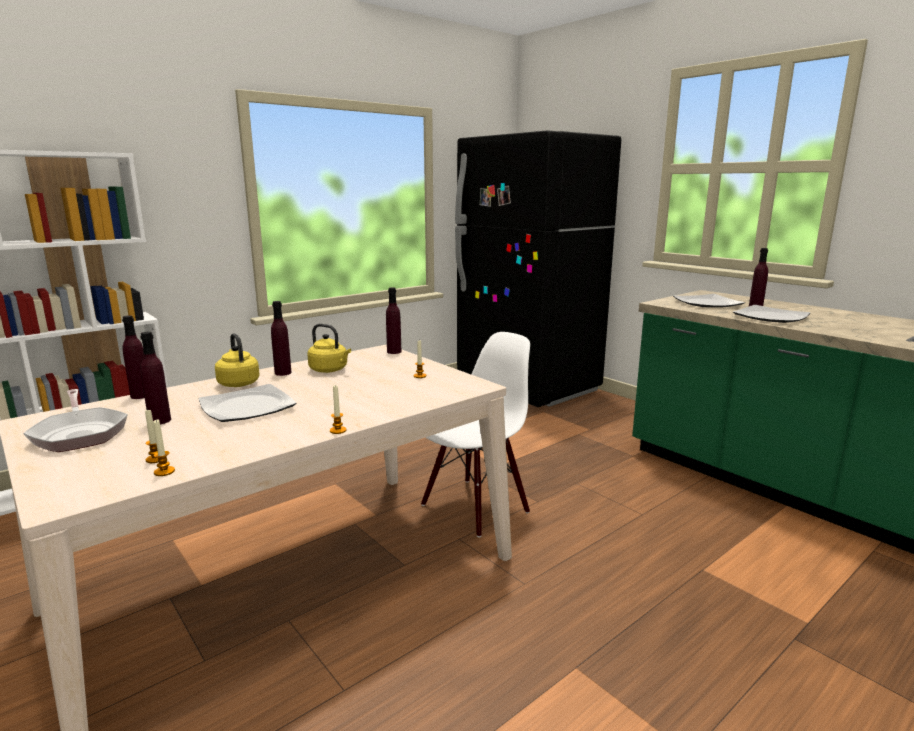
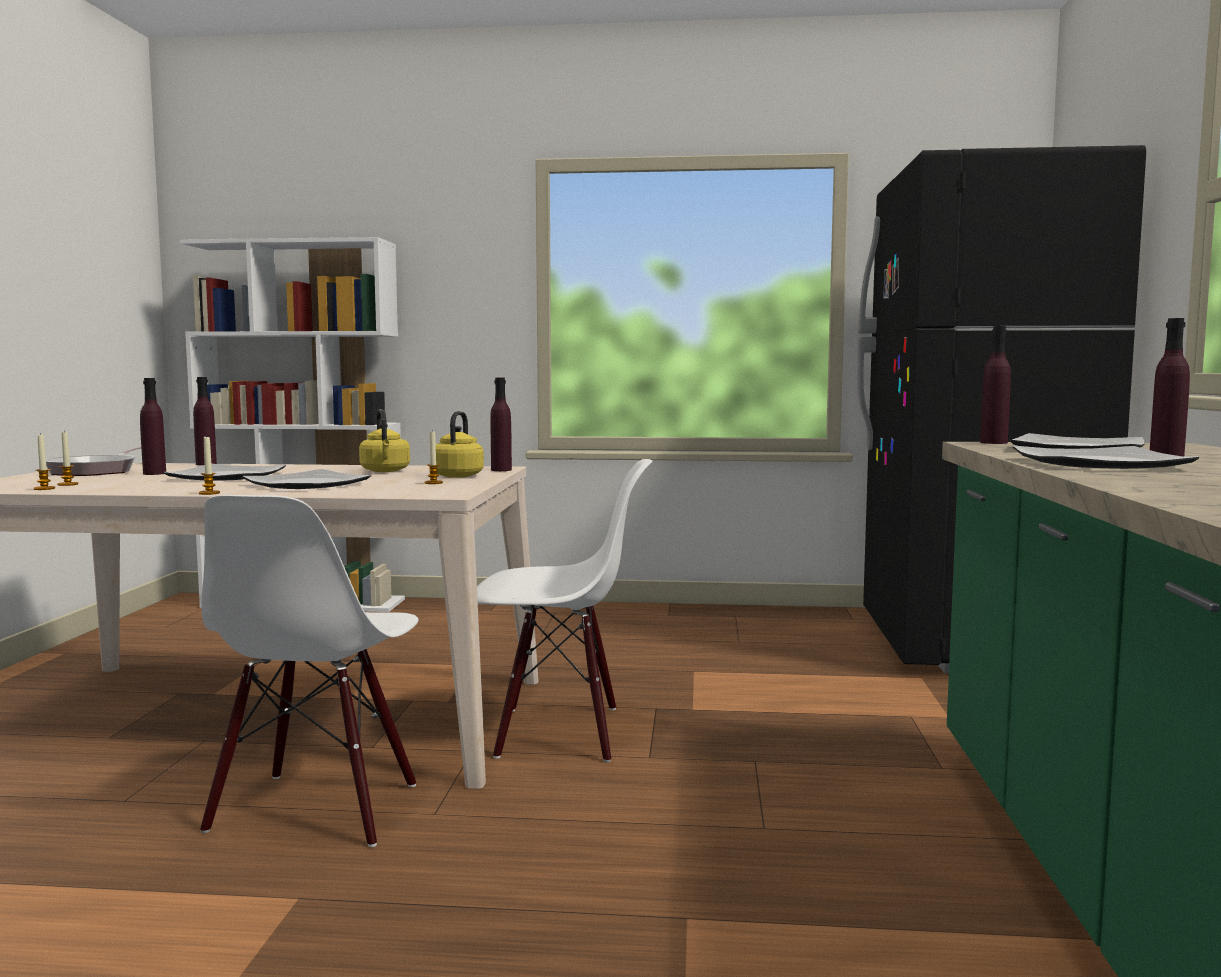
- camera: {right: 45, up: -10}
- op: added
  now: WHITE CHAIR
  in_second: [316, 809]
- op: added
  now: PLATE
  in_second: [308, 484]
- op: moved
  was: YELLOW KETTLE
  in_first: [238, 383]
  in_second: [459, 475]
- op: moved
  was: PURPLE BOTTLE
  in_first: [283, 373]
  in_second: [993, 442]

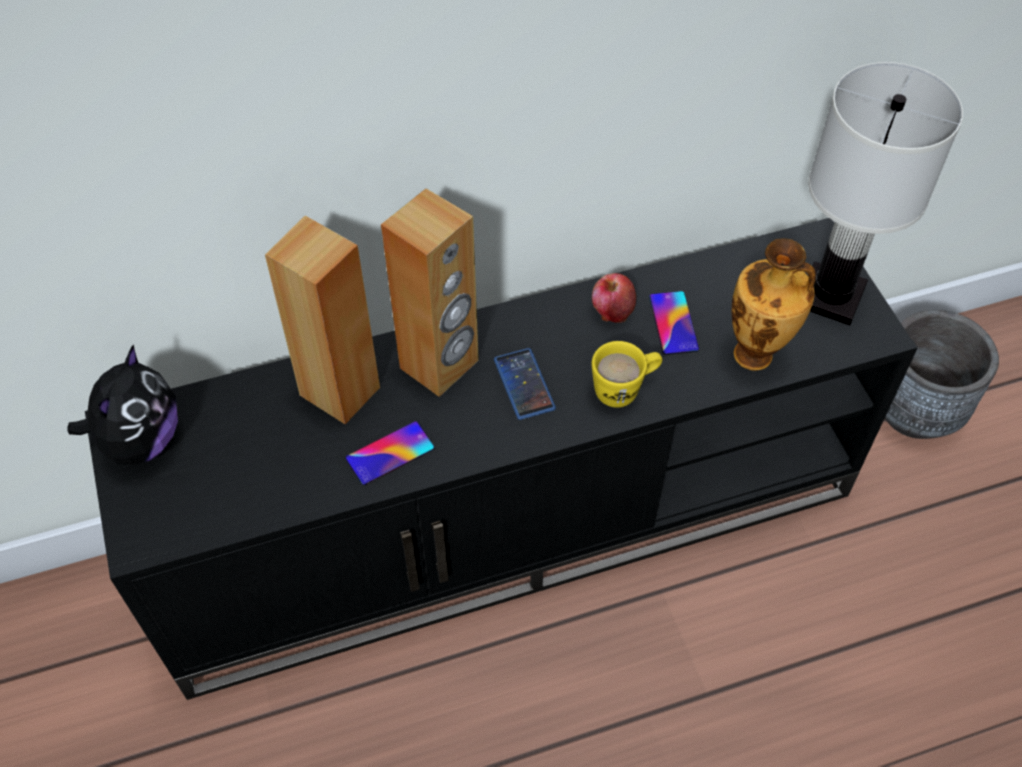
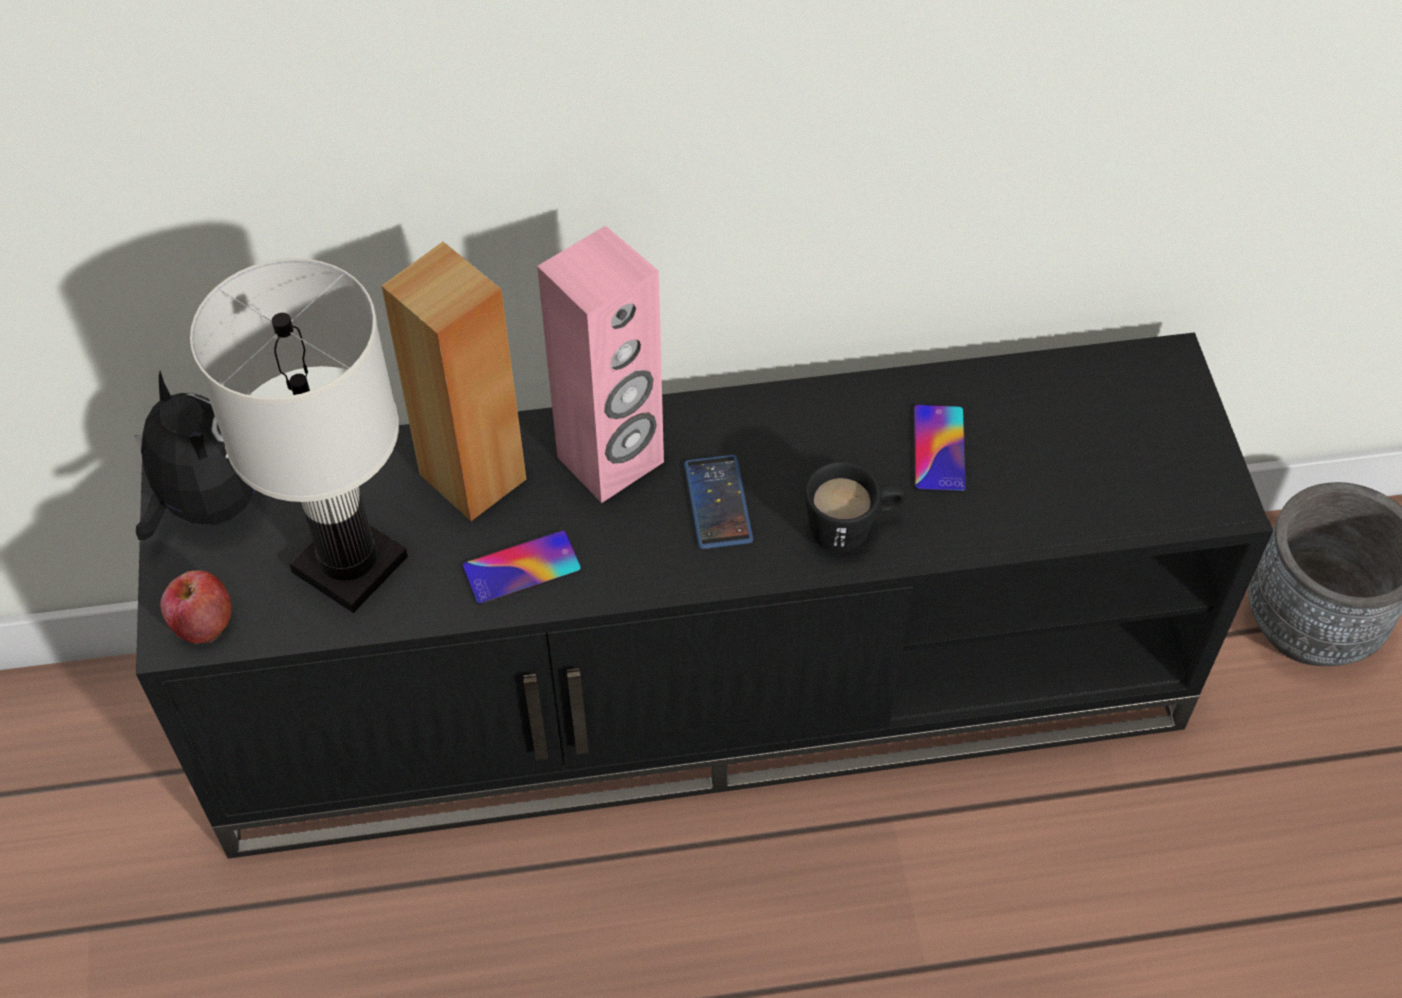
- camera: {right: 10, up: 0}
- op: turned
  was: PLUSH TOY
  in_first: [140, 441]
  in_second: [205, 504]
  clockwise: -60
- op: moved
  was: APPLE
  in_first: [612, 310]
  in_second: [202, 621]
- op: moved
  was: WHITE TABLE LAMP
  in_first: [830, 295]
  in_second: [350, 563]
- op: recoloured
  was: BROWN SPEAKER
  now: PINK SPEAKER
  in_first: [440, 365]
  in_second: [611, 460]
- op: recoloured
  was: YELLOW MUG
  now: BLACK MUG
  in_first: [625, 389]
  in_second: [852, 529]
- op: removed
  was: VASE
  in_first: [756, 356]

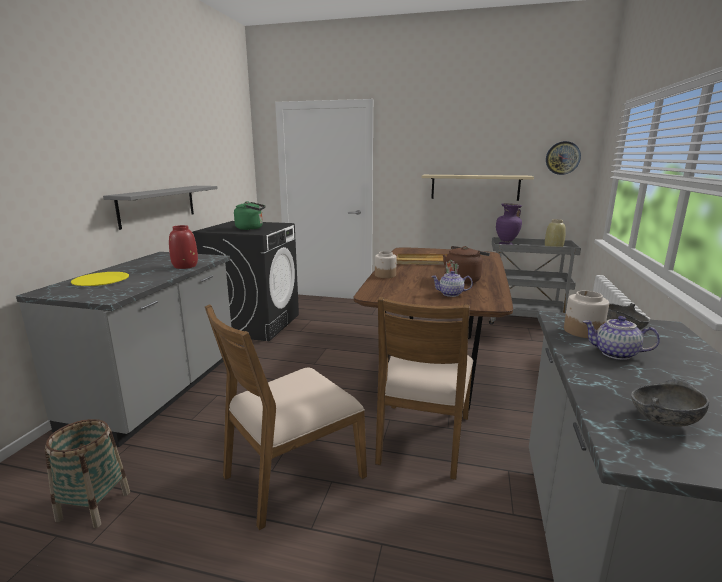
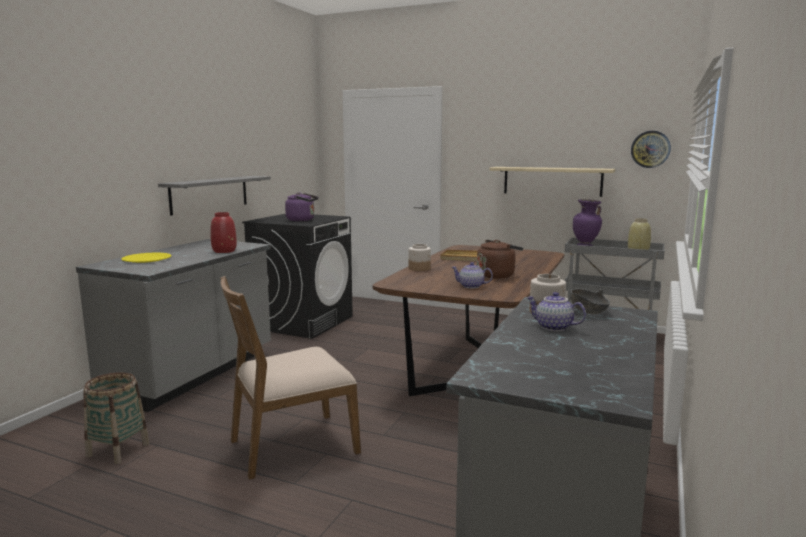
- camera: {right: 10, up: -5}
- op: recoloured
  was: GREEN KETTLE
  now: PURPLE KETTLE
  in_first: [251, 228]
  in_second: [302, 220]
- op: removed
  was: BROWN CHAIR
  in_first: [422, 438]
- op: removed
  was: GREY BOWL
  in_first: [662, 420]

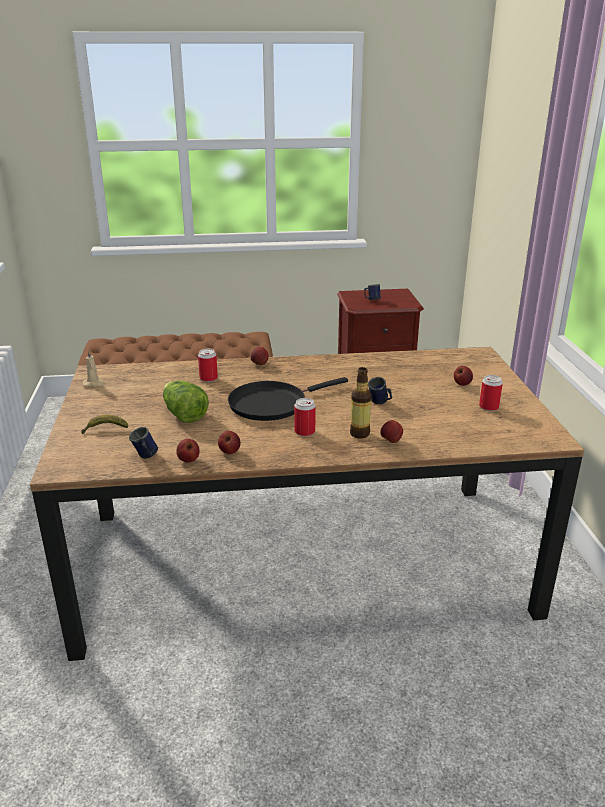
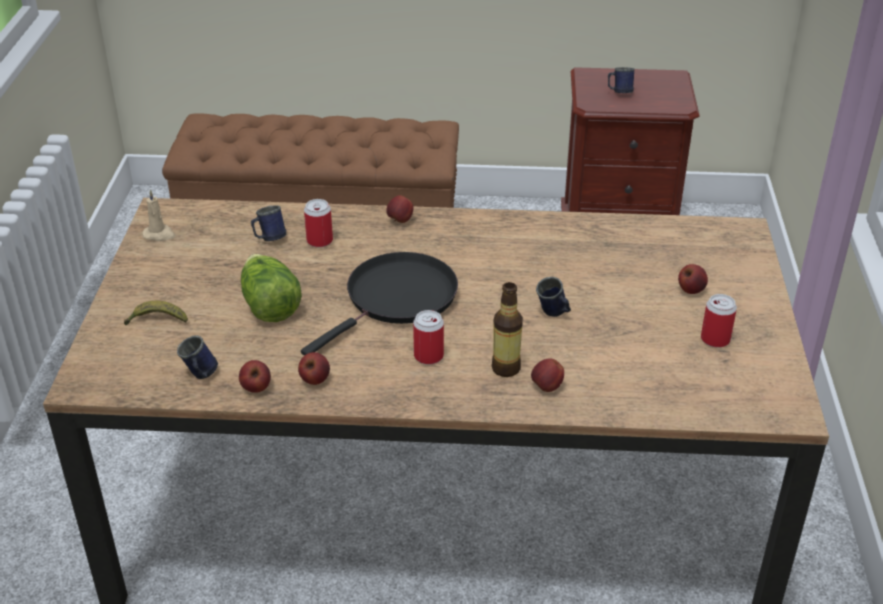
- camera: {right: 10, up: 10}
- op: added
  now: BLUE MUG
  in_second: [269, 239]
- op: turned
  was: BLACK FRYING PAN
  in_first: [272, 404]
  in_second: [397, 299]
  clockwise: 150

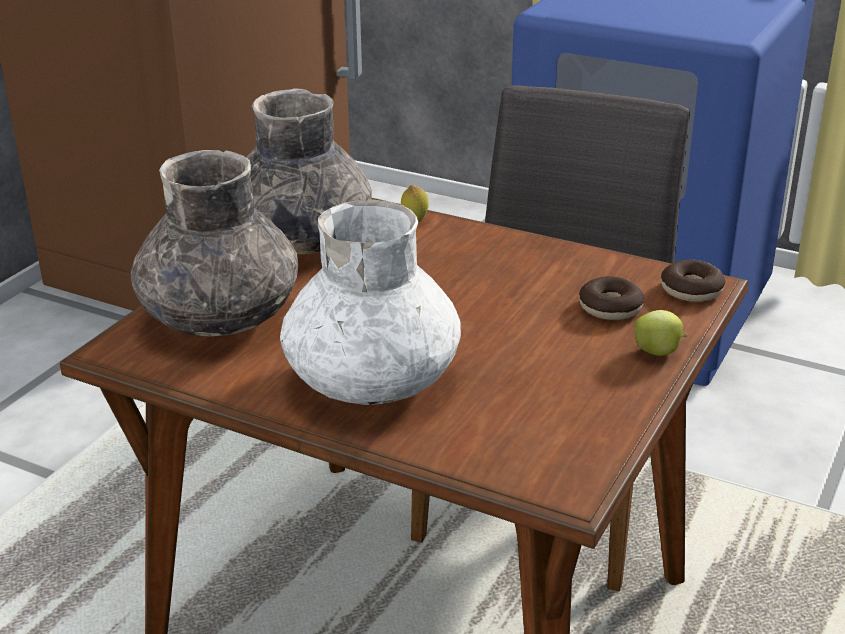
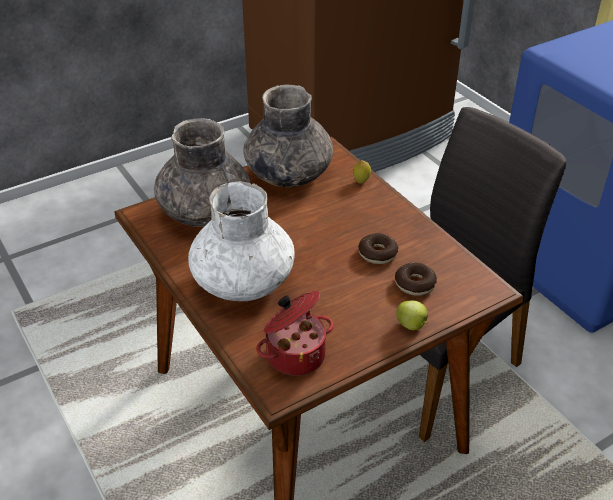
- camera: {right: 30, up: 10}
- op: added
  now: COOKING POT
  in_second: [295, 354]
- op: moved
  was: DONUT
  in_first: [691, 290]
  in_second: [377, 254]

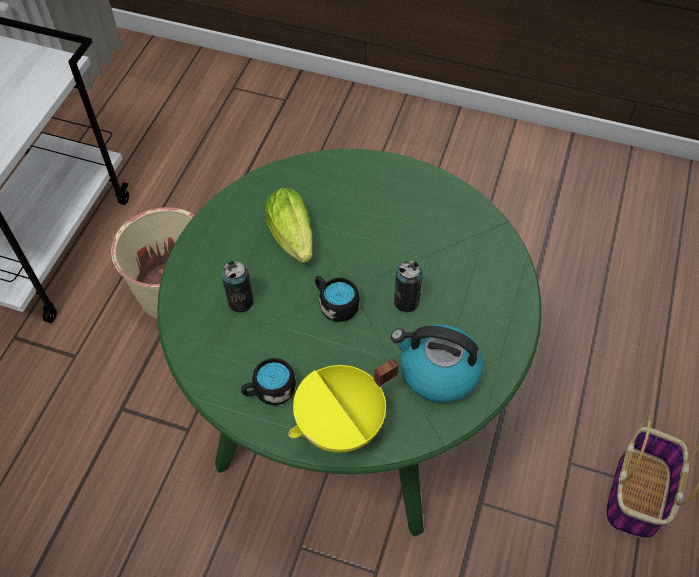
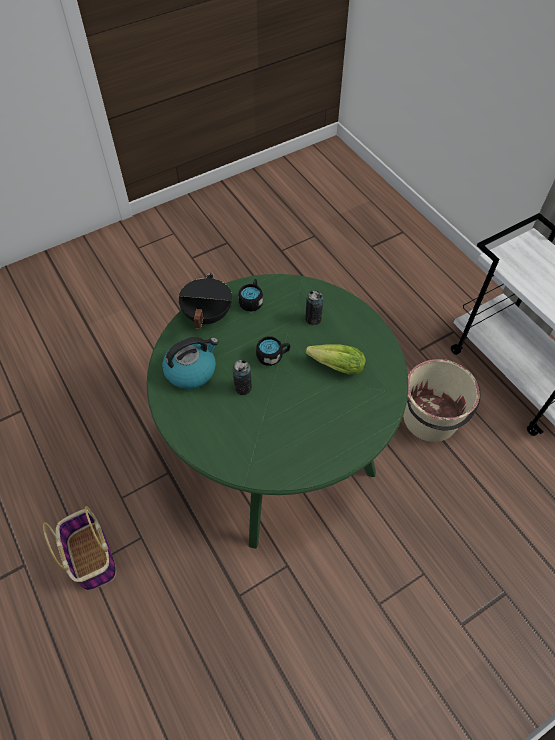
- camera: {right: 130, up: 0}
- op: recoloured
  was: YELLOW COOKING POT
  now: BLACK COOKING POT
  in_first: [341, 426]
  in_second: [206, 315]

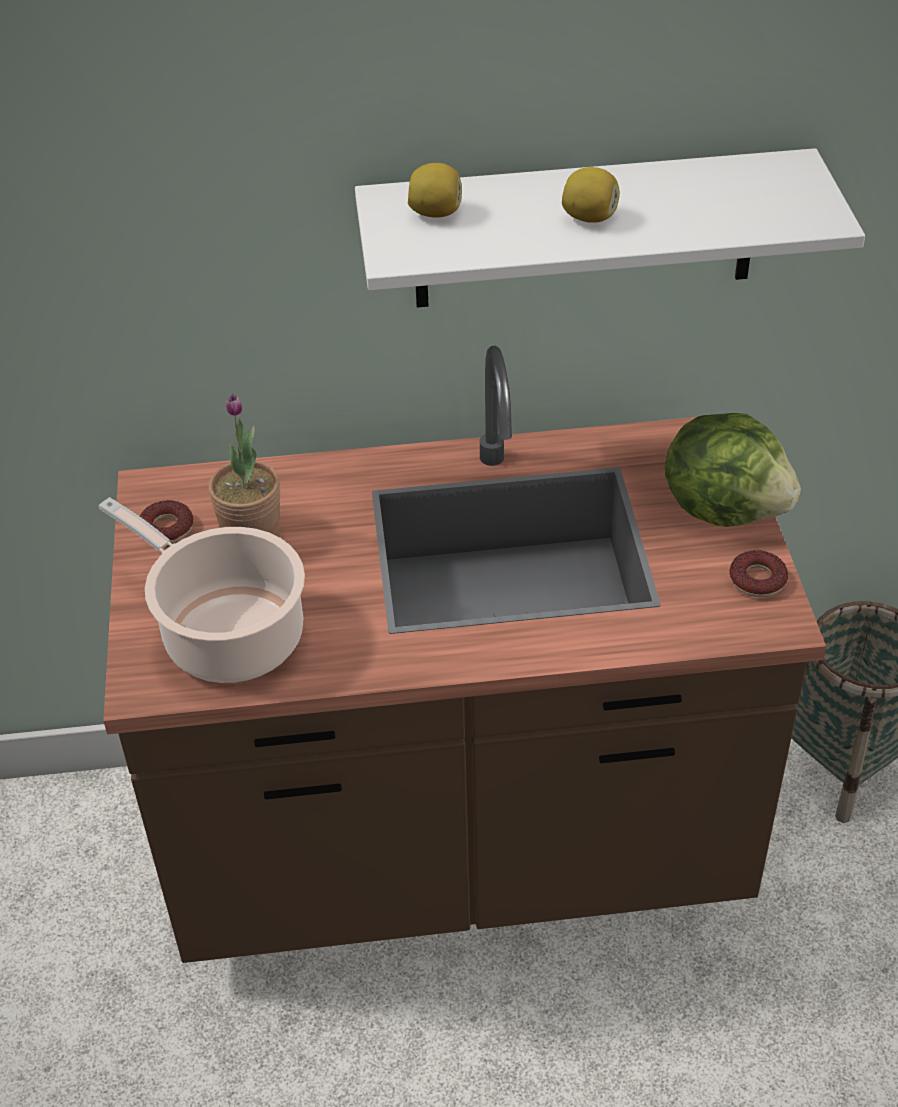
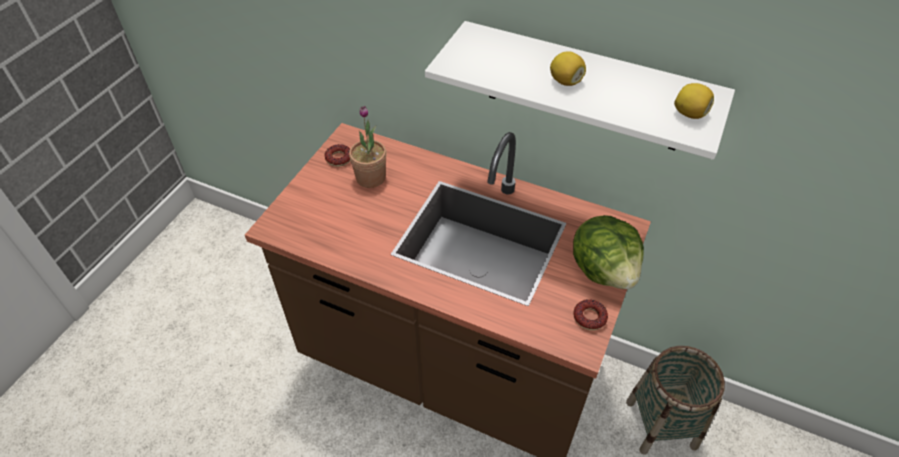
- camera: {right: 30, up: 5}
- op: moved
  was: LEMON
  in_first: [436, 213]
  in_second: [689, 113]
- op: removed
  was: COOKING POT
  in_first: [227, 633]

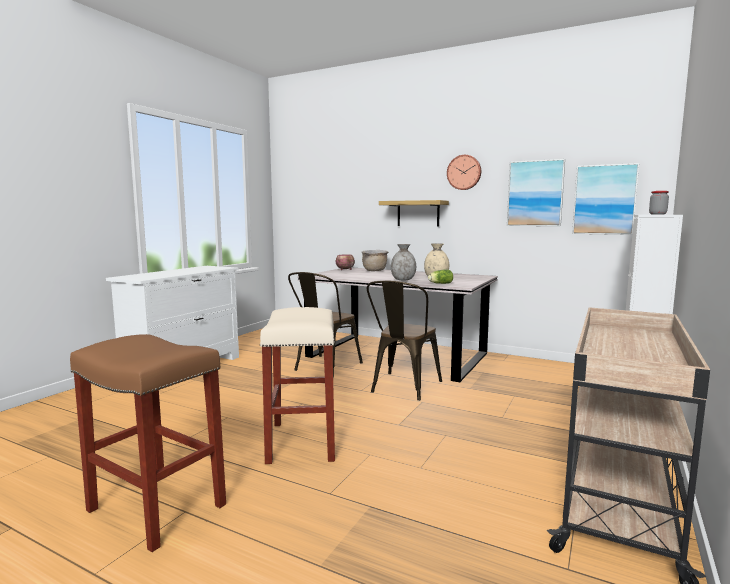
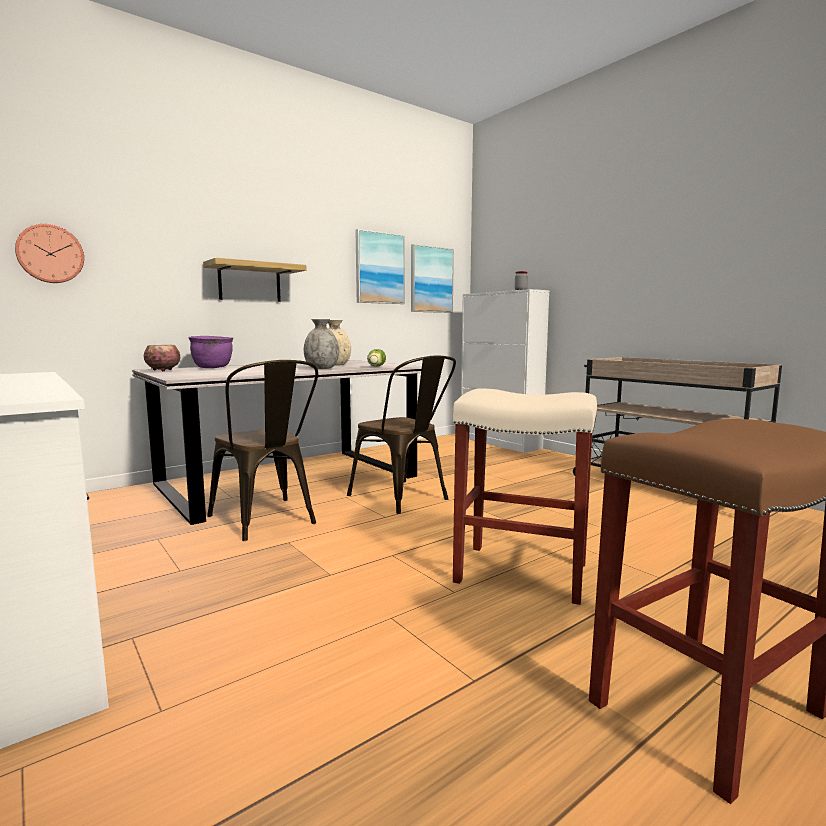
- camera: {right: -65, up: 0}
- op: moved
  was: WALL CLOCK
  in_first: [464, 172]
  in_second: [50, 254]
- op: recoloured
  was: BROWN COOKING POT
  now: PURPLE COOKING POT
  in_first: [374, 270]
  in_second: [213, 367]

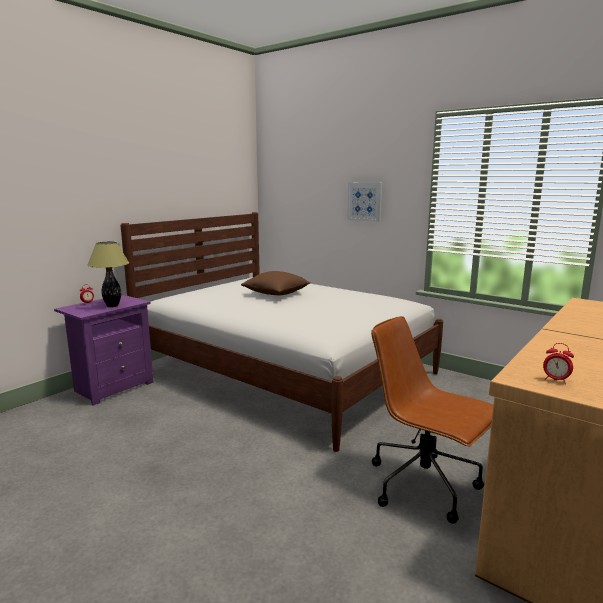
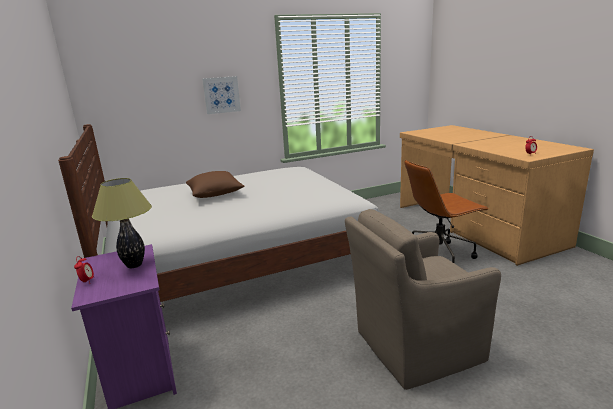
- camera: {right: -60, up: 5}
- op: added
  now: BROWN ARMCHAIR
  in_second: [414, 347]

